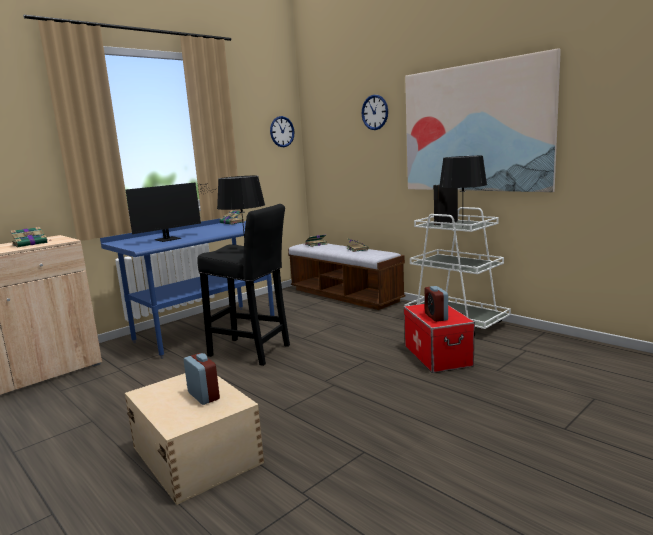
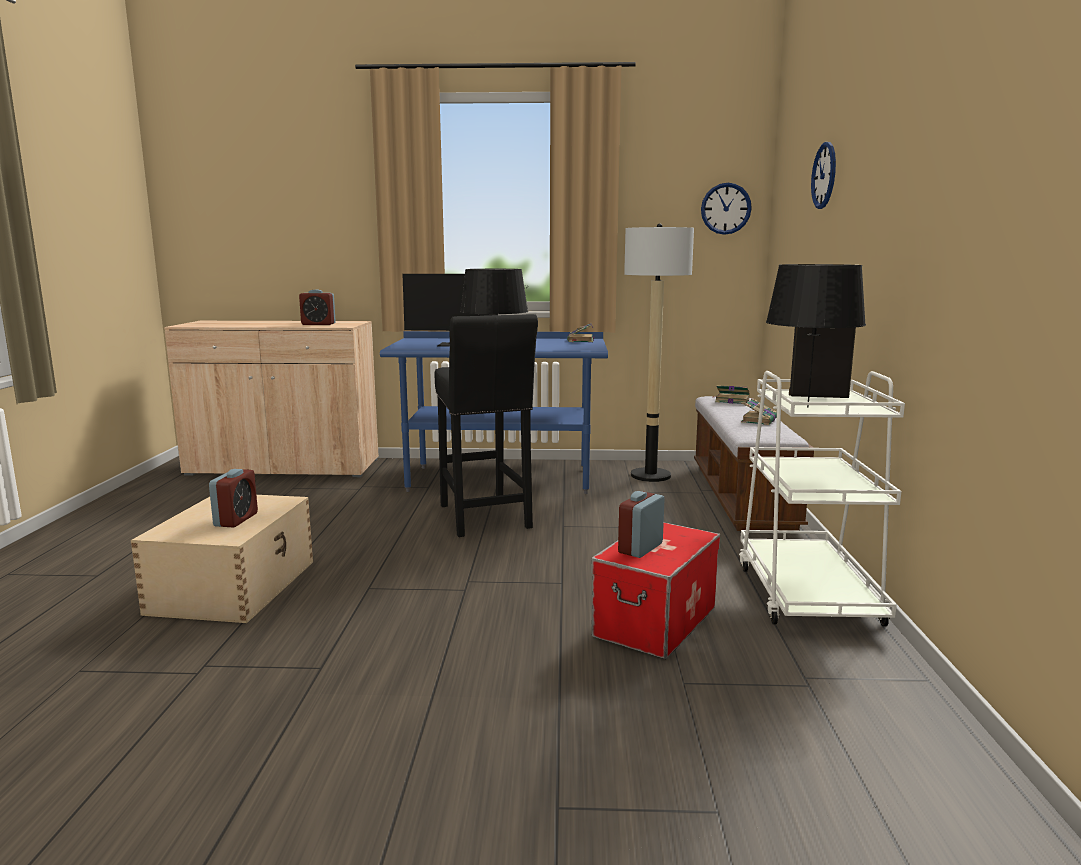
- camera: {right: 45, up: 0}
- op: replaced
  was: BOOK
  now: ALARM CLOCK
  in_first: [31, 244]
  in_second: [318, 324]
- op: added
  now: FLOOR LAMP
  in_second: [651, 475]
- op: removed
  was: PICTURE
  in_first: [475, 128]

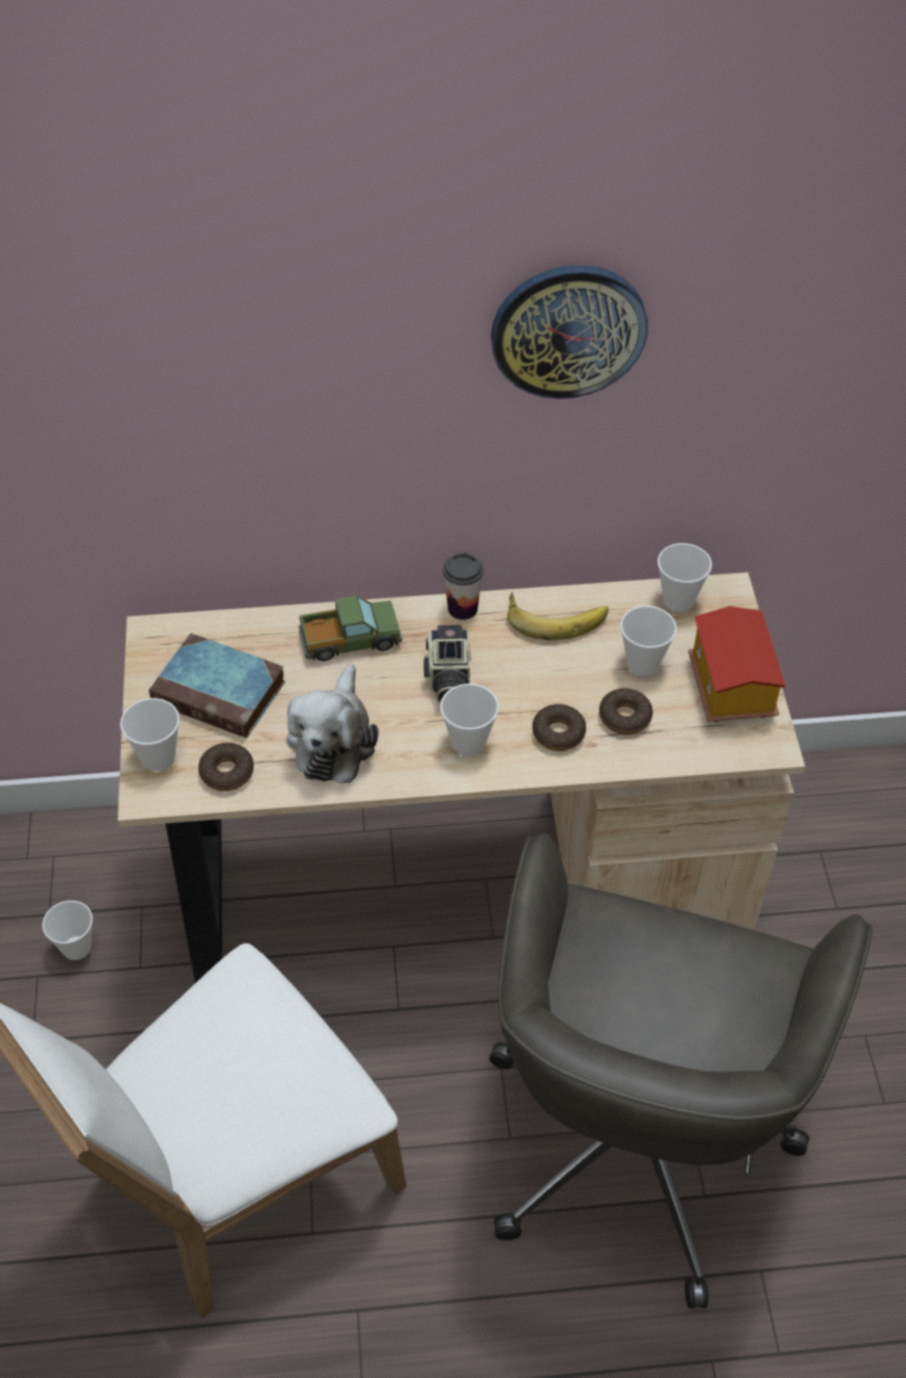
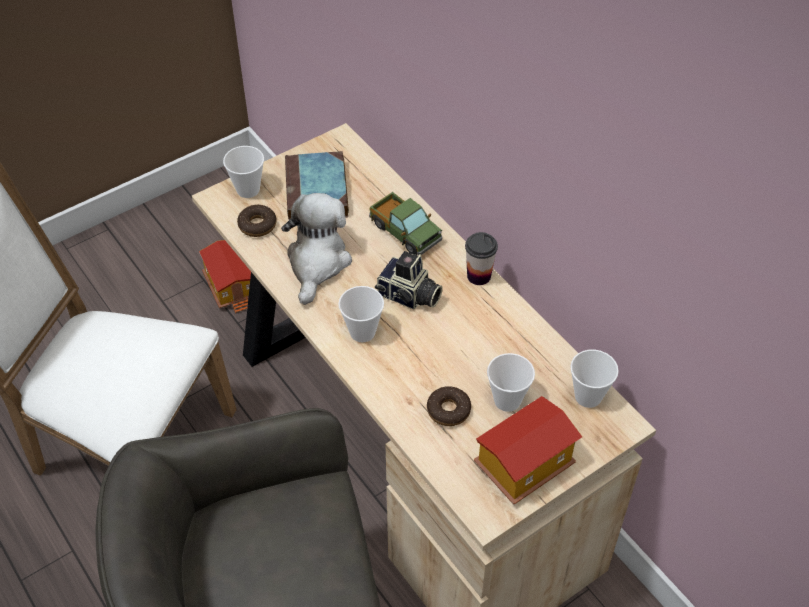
- camera: {right: 60, up: 0}
- op: replaced
  was: CUP
  now: TOY HOUSE
  in_first: [76, 947]
  in_second: [232, 287]
- op: turned
  was: PLUSH TOY
  in_first: [334, 739]
  in_second: [317, 262]
  clockwise: 120
- op: turned
  was: PHOTO CAMERA
  in_first: [447, 680]
  in_second: [409, 296]
  clockwise: -120
- op: removed
  was: WALL CLOCK
  in_first: [568, 330]
- op: removed
  was: BANANA
  in_first: [556, 616]
- op: removed
  was: DONUT
  in_first: [558, 733]

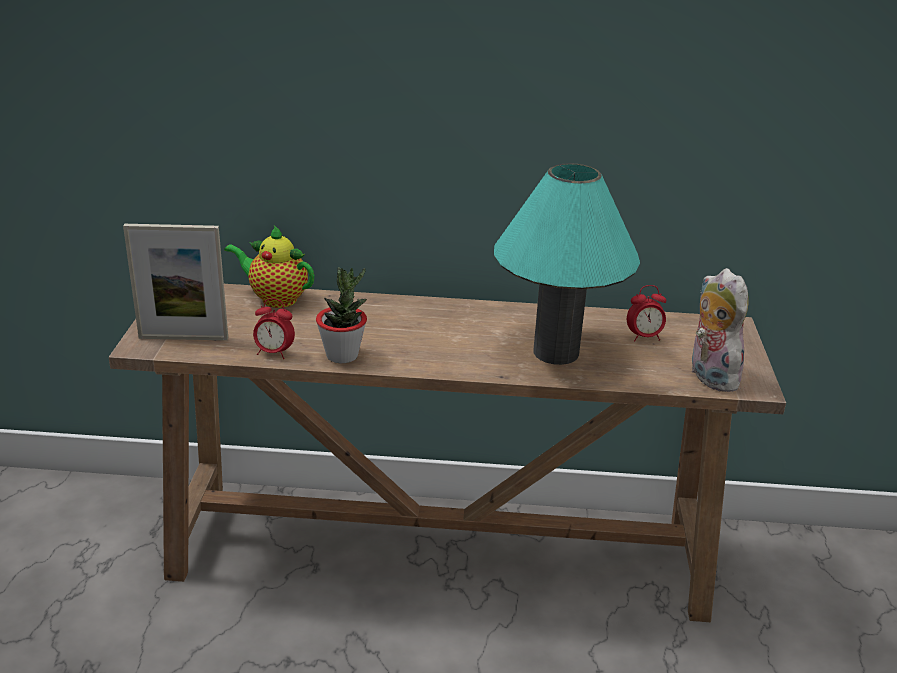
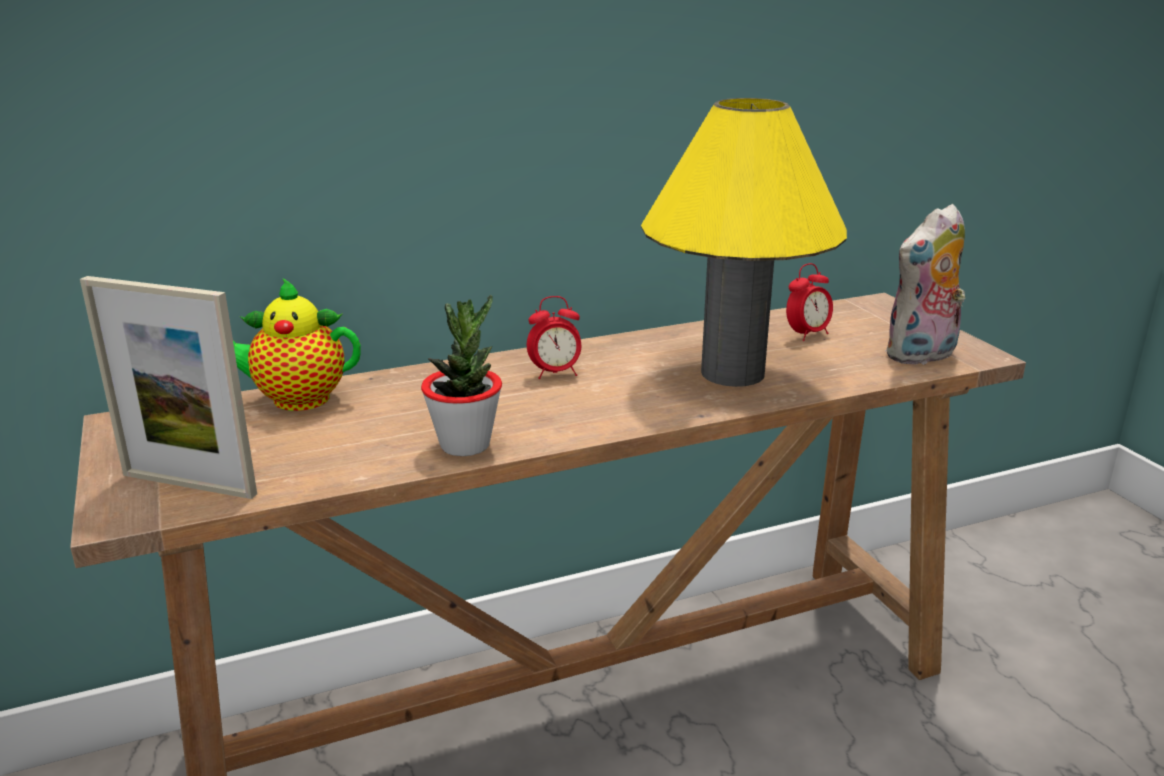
- camera: {right: -25, up: -5}
- op: turned
  was: PICTURE FRAME
  in_first: [183, 338]
  in_second: [189, 484]
  clockwise: 45
- op: moved
  was: ALARM CLOCK
  in_first: [274, 353]
  in_second: [555, 373]
- op: recoloured
  was: TURQUOISE TABLE LAMP
  now: YELLOW TABLE LAMP
  in_first: [556, 352]
  in_second: [732, 373]
- op: turned
  was: PLUSH TOY
  in_first: [708, 376]
  in_second: [921, 356]
  clockwise: -75

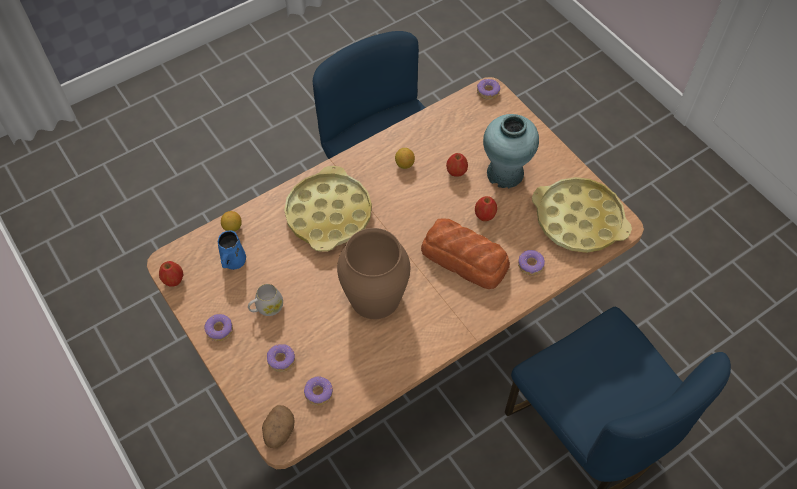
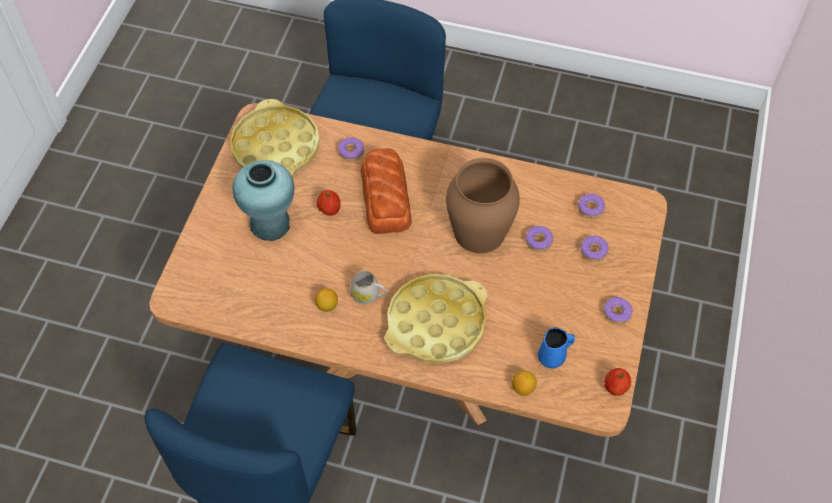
- camera: {right: -130, up: 0}
- op: moved
  was: WHITE MUG
  in_first: [266, 308]
  in_second: [369, 295]
- op: moved
  was: DONUT
  in_first: [487, 92]
  in_second: [538, 242]
- op: removed
  was: POTATO
  in_first: [279, 432]
- op: removed
  was: APPLE
  in_first: [456, 172]

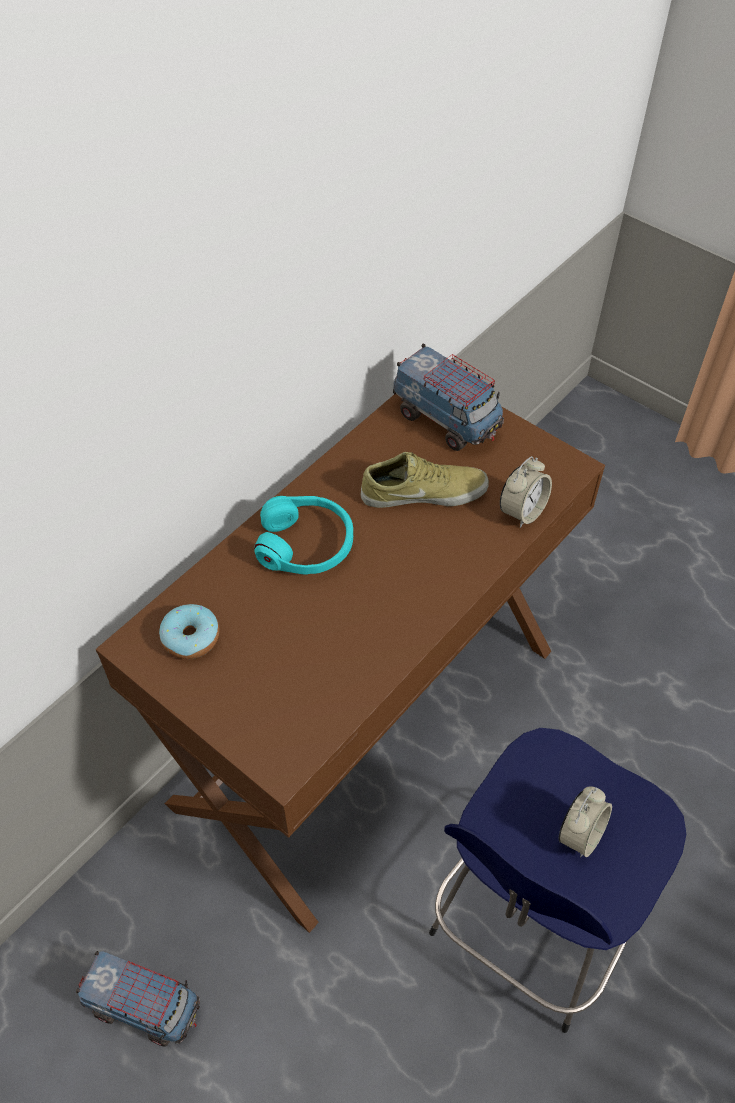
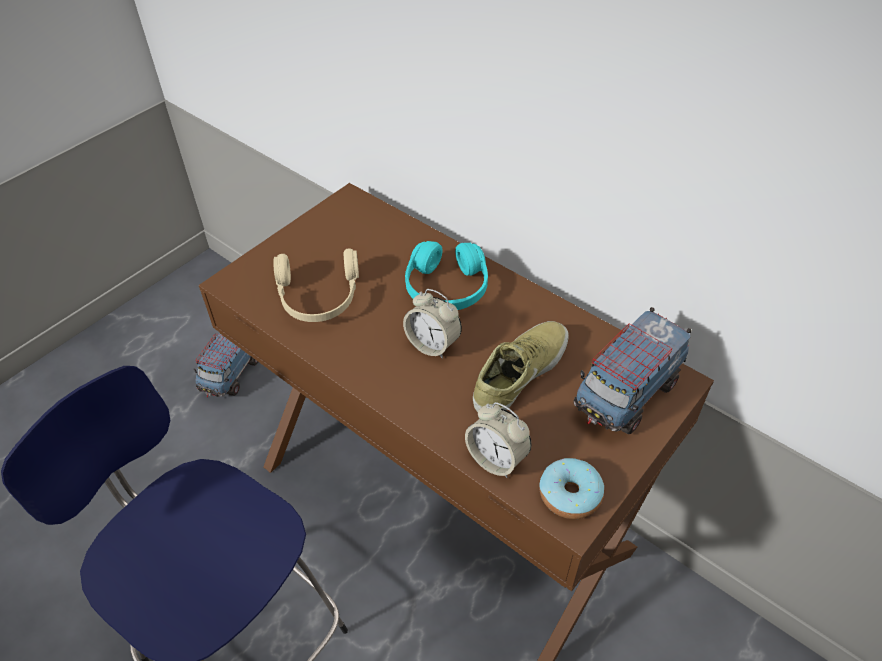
- camera: {right: 90, up: -5}
- op: added
  now: BEIGE HEADPHONES
  in_second: [319, 298]
- op: moved
  was: ALARM CLOCK
  in_first: [580, 835]
  in_second: [432, 344]
- op: turned
  was: BEIGE SHOE
  in_first: [423, 491]
  in_second: [518, 372]
  clockwise: -135
- op: moved
  was: DONUT
  in_first: [191, 638]
  in_second: [569, 495]

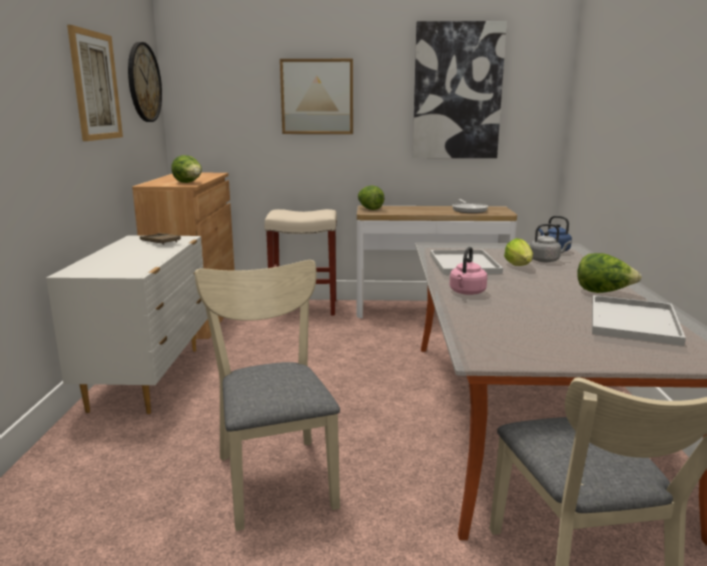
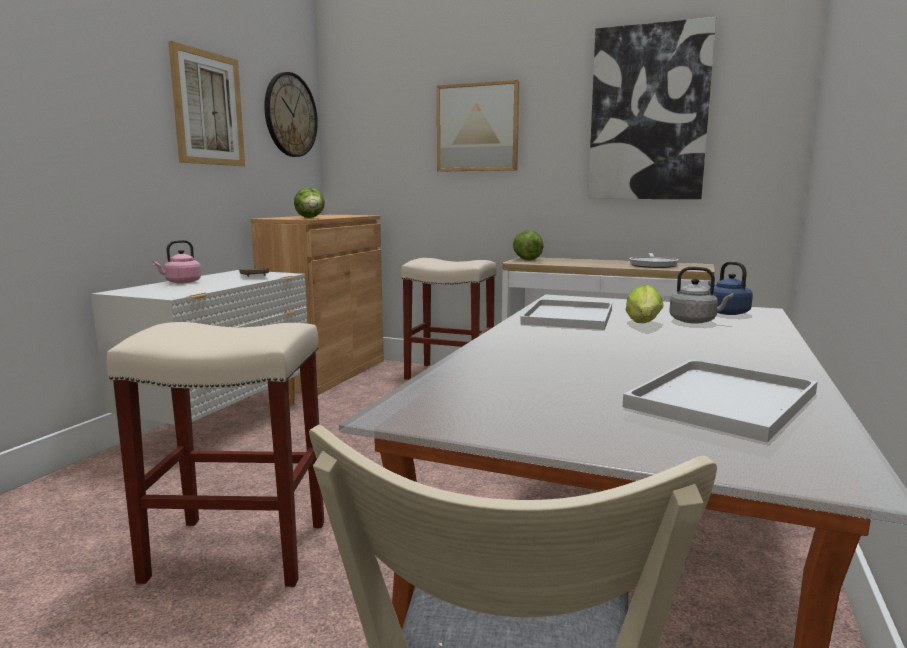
- camera: {right: 20, up: -5}
- op: replaced
  was: BEIGE CHAIR
  now: BEIGE STOOL
  in_first: [274, 473]
  in_second: [241, 550]
- op: moved
  was: PINK KETTLE
  in_first: [466, 292]
  in_second: [181, 282]
- op: removed
  was: LETTUCE
  in_first: [603, 292]

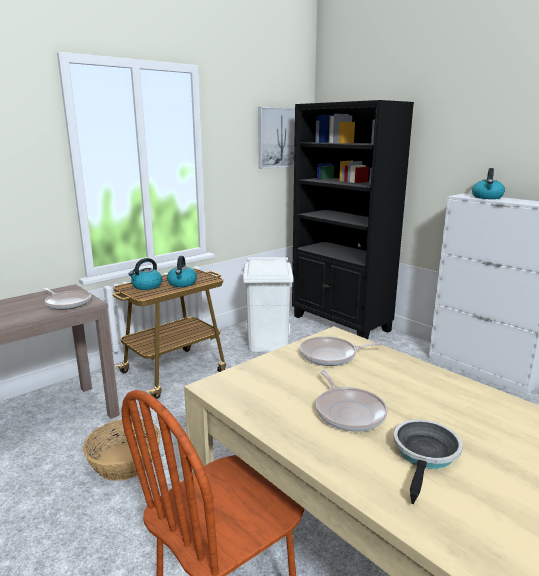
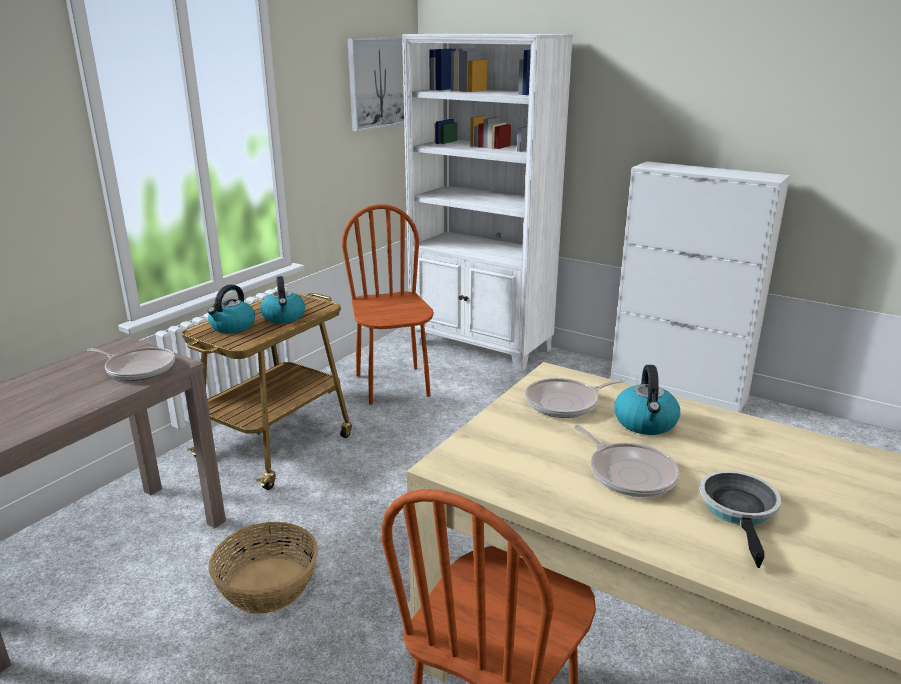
- camera: {right: -15, up: 5}
- op: replaced
  was: WHITE TRASH CAN
  now: BROWN CHAIR
  in_first: [268, 342]
  in_second: [393, 385]
- op: recoloured
  was: BLACK BOOKCASE
  now: WHITE BOOKCASE
  in_first: [341, 324]
  in_second: [481, 346]
- op: moved
  was: KETTLE
  in_first: [487, 197]
  in_second: [645, 423]

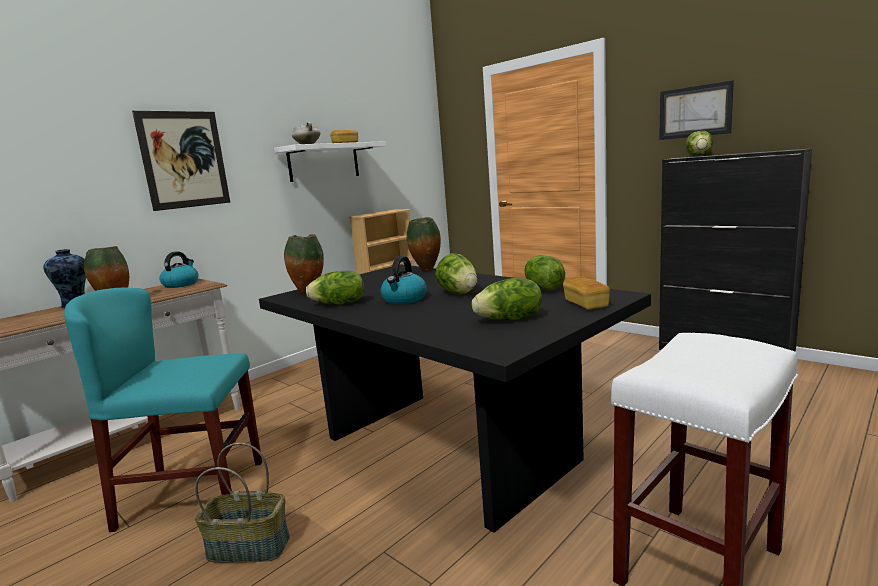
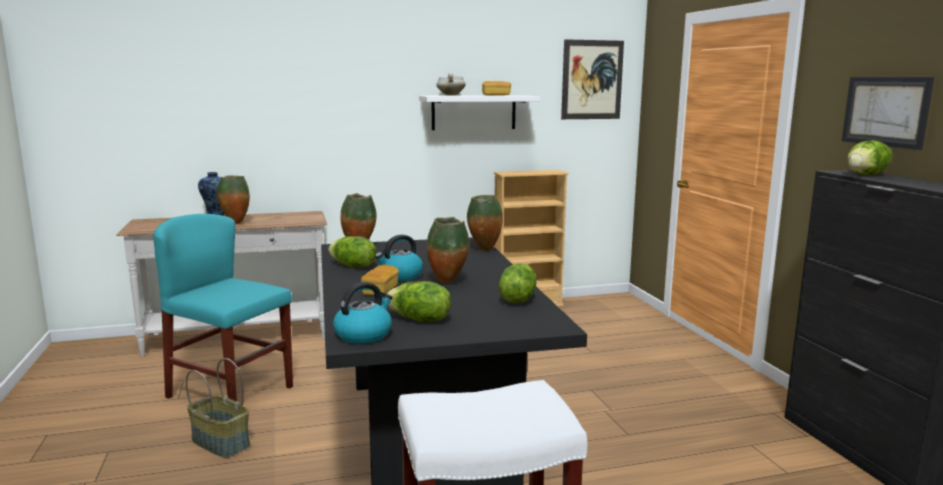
- camera: {right: 30, up: 0}
- op: moved
  was: KETTLE
  in_first: [181, 284]
  in_second: [363, 335]
- op: moved
  was: BREAD
  in_first: [586, 304]
  in_second: [380, 291]
- op: replaced
  was: LETTUCE
  now: VASE
  in_first: [458, 293]
  in_second: [448, 282]
- op: moved
  was: PICTURE
  in_first: [184, 160]
  in_second: [592, 80]

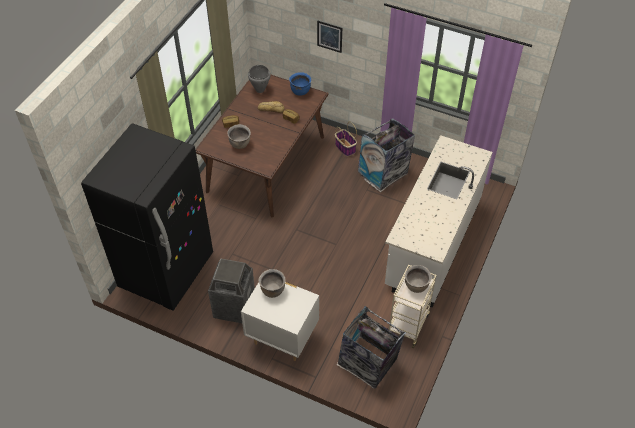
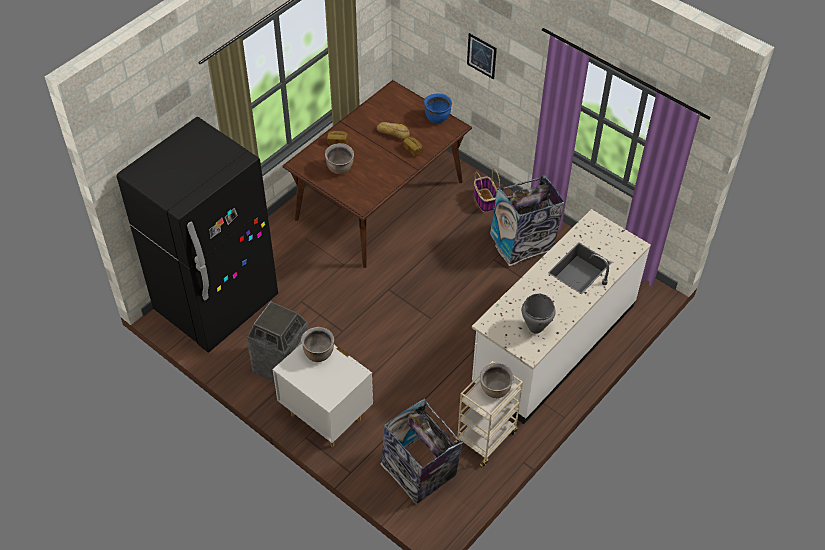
- camera: {right: 15, up: 0}
- op: moved
  was: GREY COOKING POT
  in_first: [260, 90]
  in_second: [535, 328]

